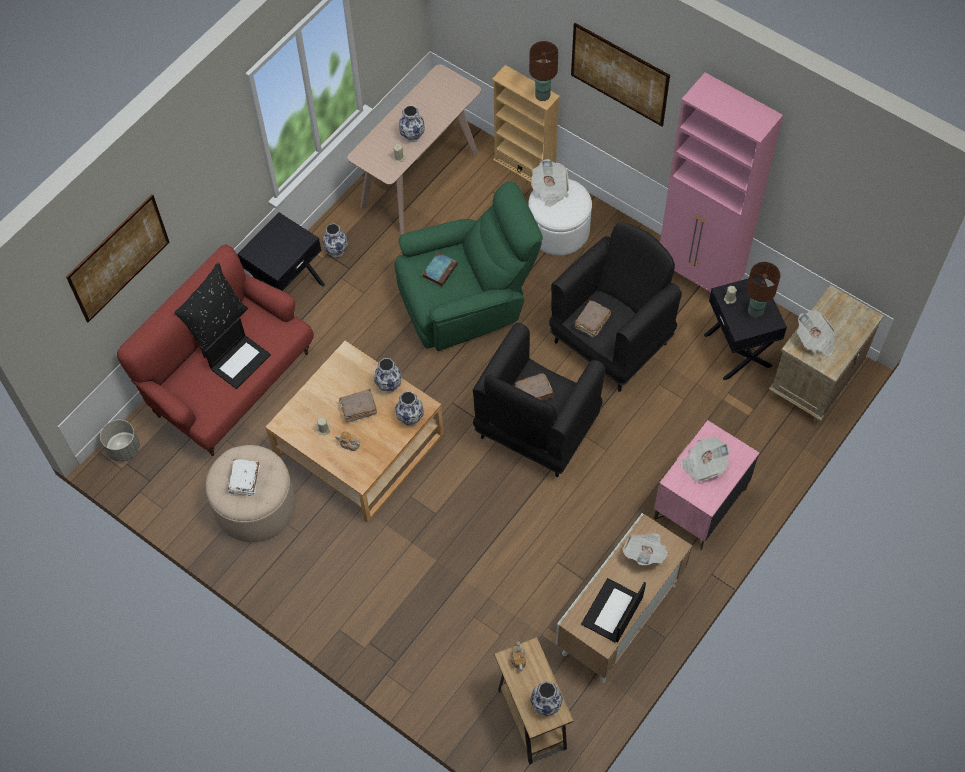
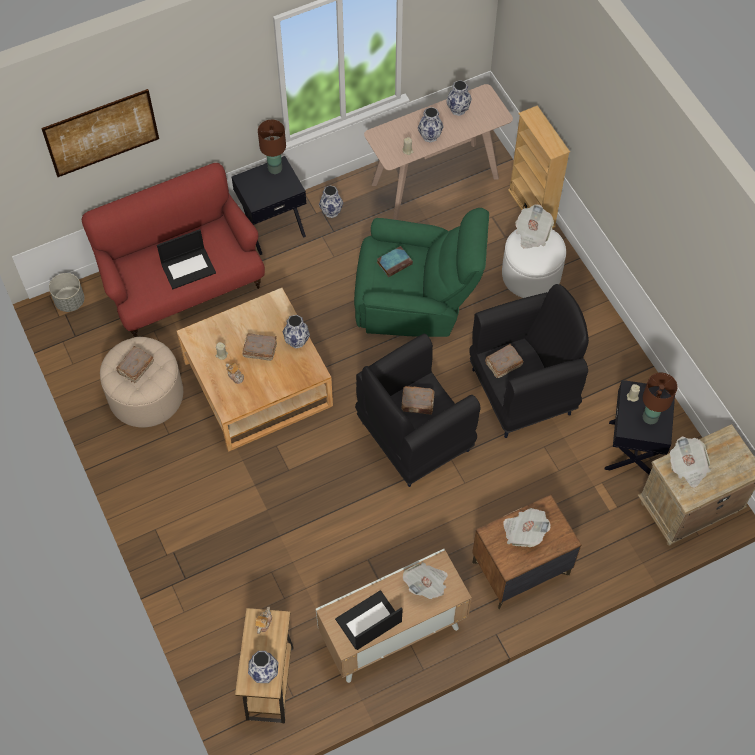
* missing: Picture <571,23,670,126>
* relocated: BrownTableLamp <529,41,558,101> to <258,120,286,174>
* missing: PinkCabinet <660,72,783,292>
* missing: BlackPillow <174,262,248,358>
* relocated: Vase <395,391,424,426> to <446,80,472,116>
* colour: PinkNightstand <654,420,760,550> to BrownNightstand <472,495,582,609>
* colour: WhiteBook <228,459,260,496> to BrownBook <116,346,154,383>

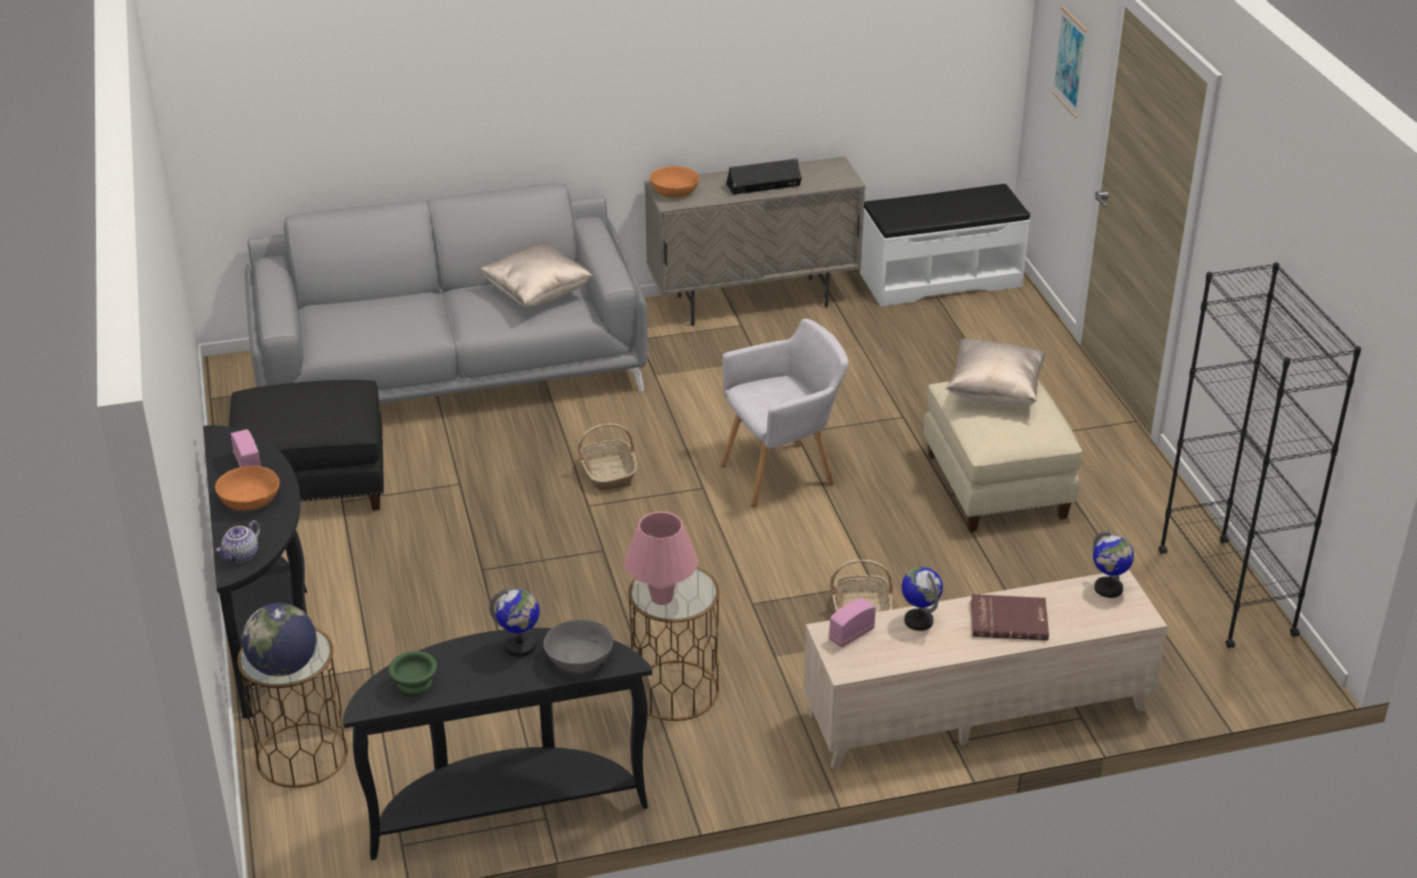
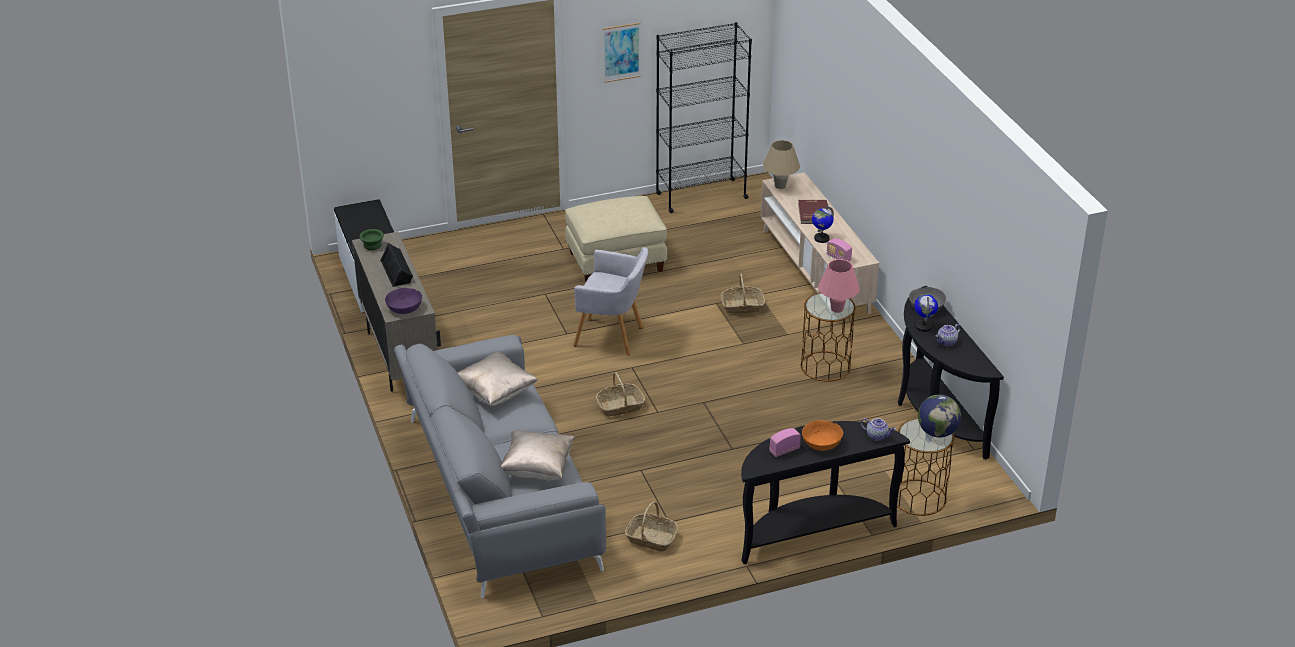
* relocated: Picture <1051,6,1088,118> to <603,22,641,83>
* colour: OrangeBowl <650,166,700,198> to PurpleBowl <385,288,422,314>
* spun: GreyArmchair <721,319,849,507> = <573,247,648,355> 135 degrees clockwise
* relocated: BeigePillow <945,338,1046,406> to <501,430,575,480>
* exchanged: BlackOttoman <229,380,384,511> to Basket <625,501,678,552>
* exchanged: Globe <1093,531,1134,598> to BeigeTableLamp <763,140,800,189>
* relocated: GreenBowl <389,651,437,697> to <360,229,384,250>
* appeared: Teapot <936,324,961,346>

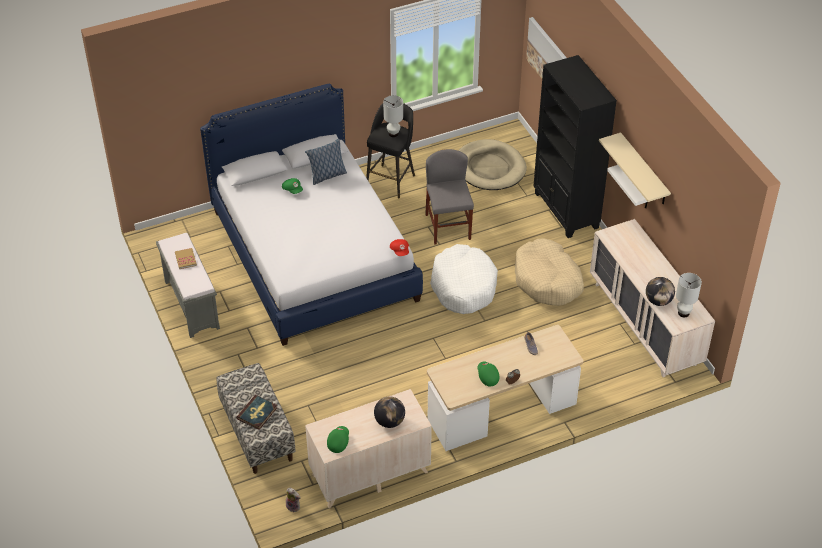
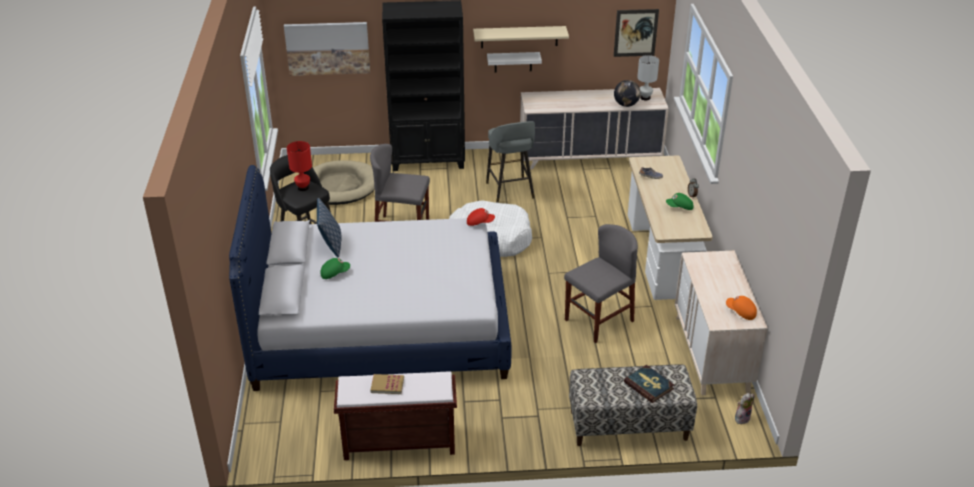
* colour: WhiteTableLamp <383,95,403,137> to RedTableLamp <287,141,312,191>
* colour: GreyBench <156,233,220,338> to BrownBench <334,371,457,460>
* exchanged: BeigeDogBed <515,238,584,306> to GreyStool <486,121,535,203>
* missing: Globe <374,397,405,428>
* colour: GreenCap <327,426,349,453> to OrangeCap <726,296,757,320>
* appeared: Picture <614,9,659,57>
* appeared: GreyChair <564,224,638,343>

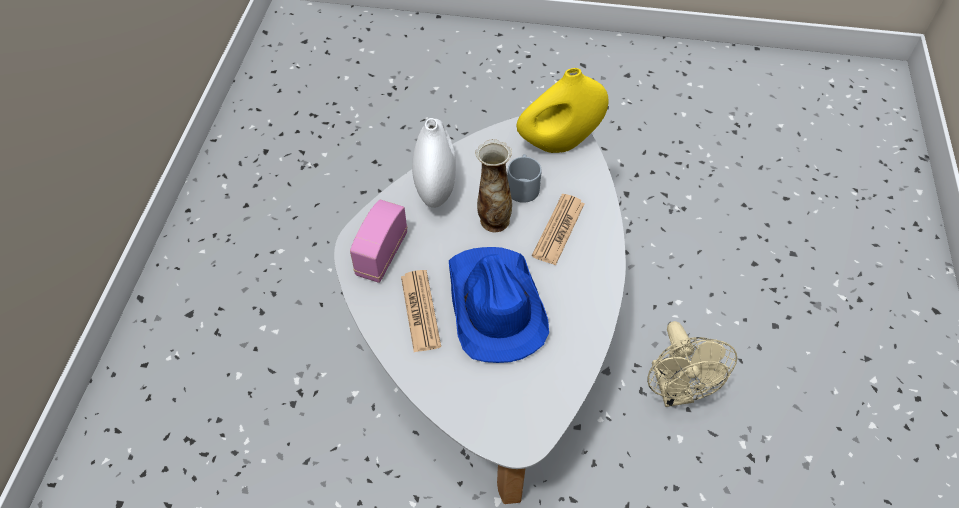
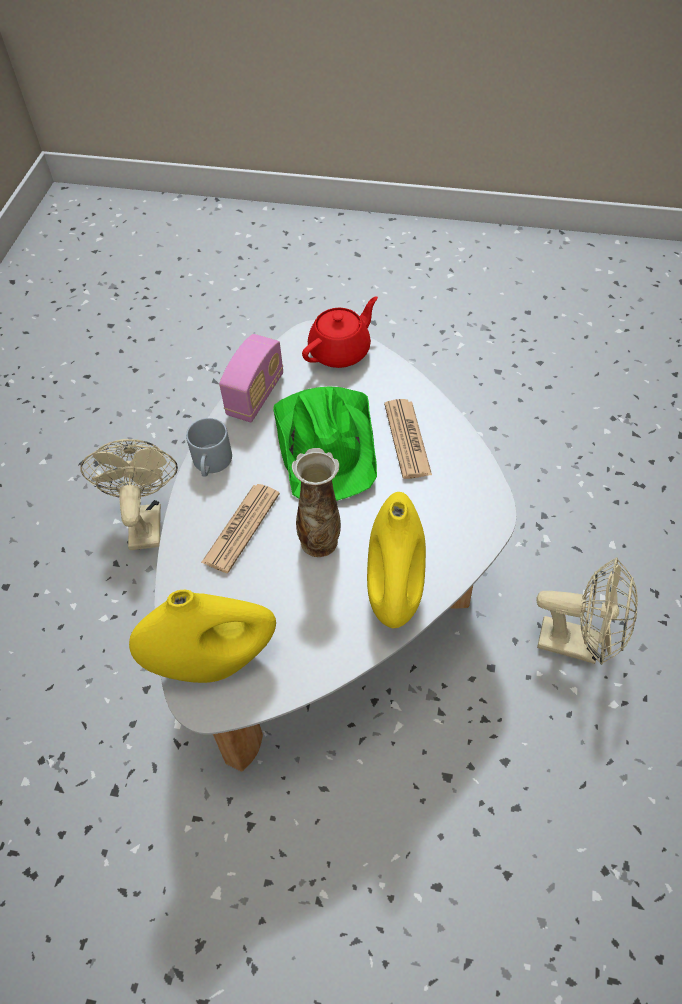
* colour: WhiteVase <412,118,456,208> to YellowVase <367,492,426,628>
* relocated: GreyMug <507,154,542,203> to <186,418,232,477>
* relocated: Radio <350,200,407,283> to <219,334,283,422>
* colour: BlueHat <449,247,549,363> to GreenHat <273,386,377,501>
* appeared: RedTeapot <302,296,378,368>
* appeared: BeigeFan <536,557,638,665>

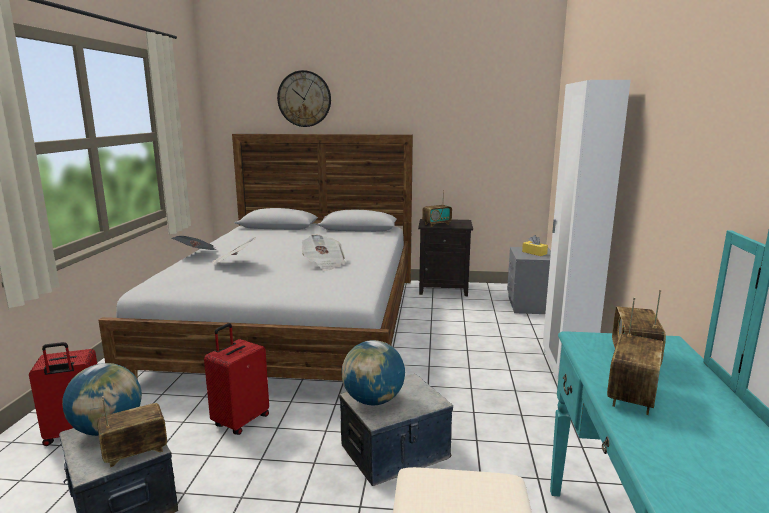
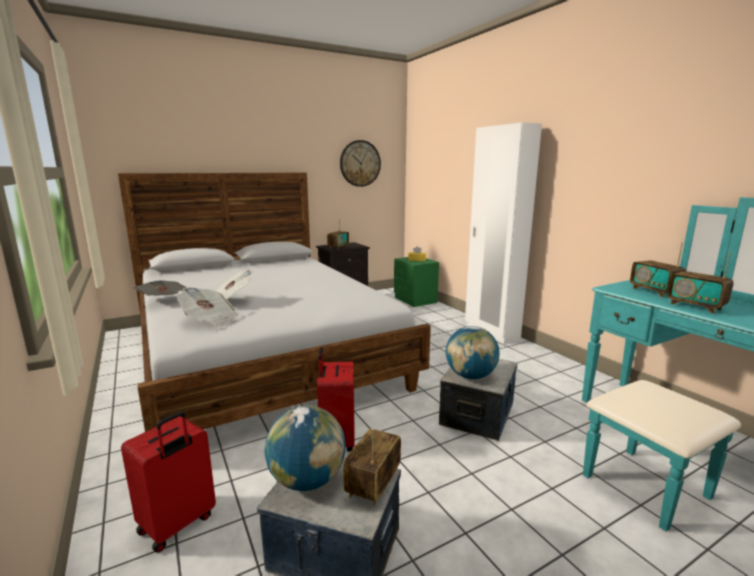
* relocated: WallClock <277,70,331,127> to <340,140,381,187>
* relocated: Newspaper <302,234,346,271> to <177,287,238,328>
* colour: GreyNightstand <507,247,551,314> to GreenNightstand <394,257,439,307>
* spun: Radio <607,297,663,415> = <667,251,734,314> 150 degrees clockwise

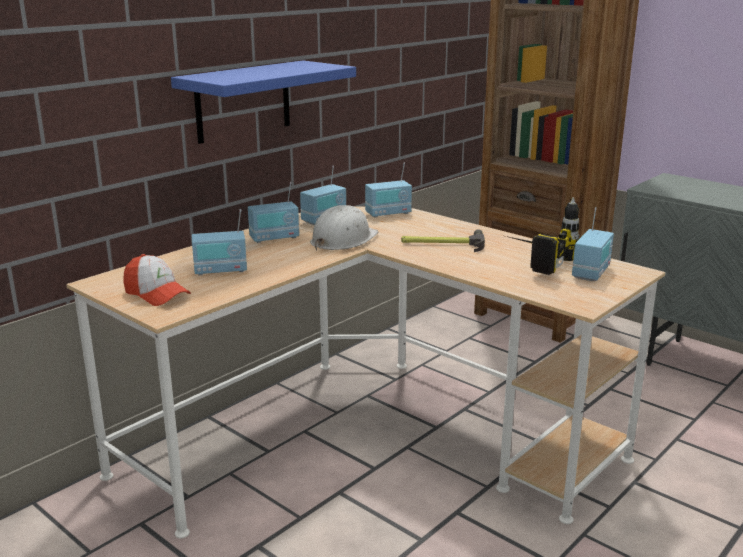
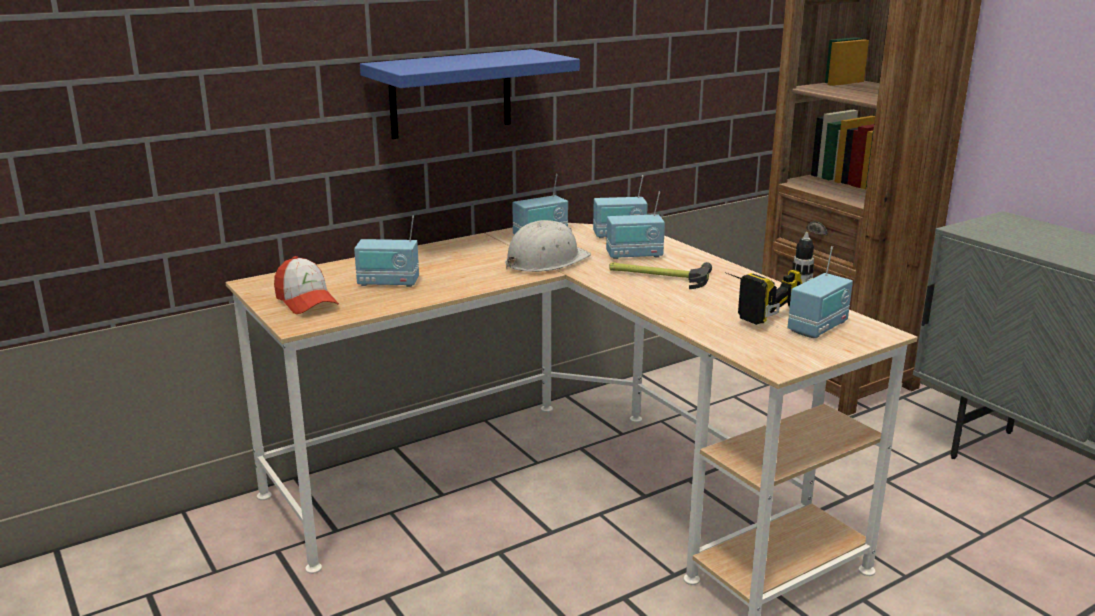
* relocated: Radio <248,182,299,243> to <606,192,665,259>

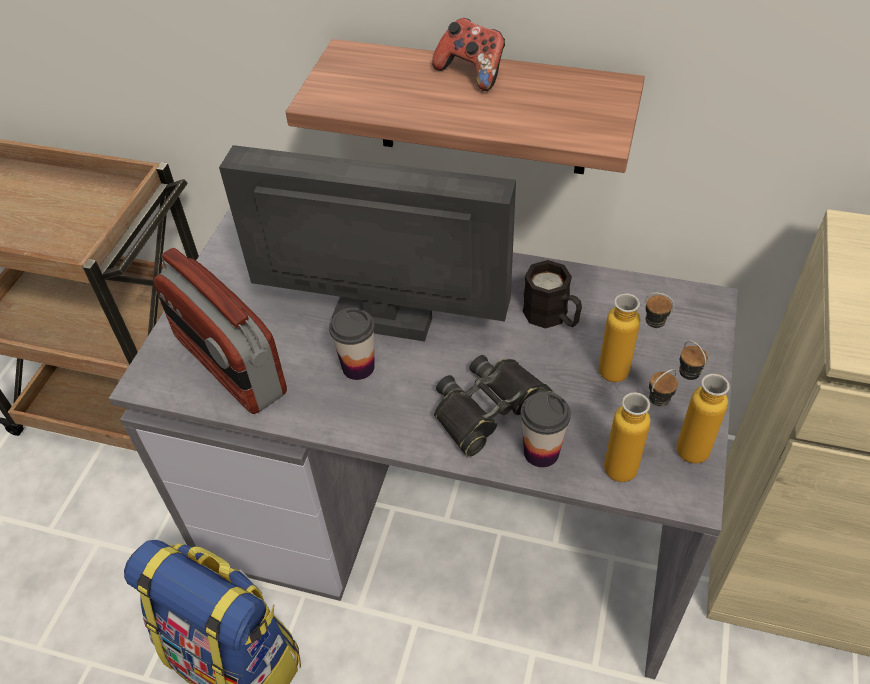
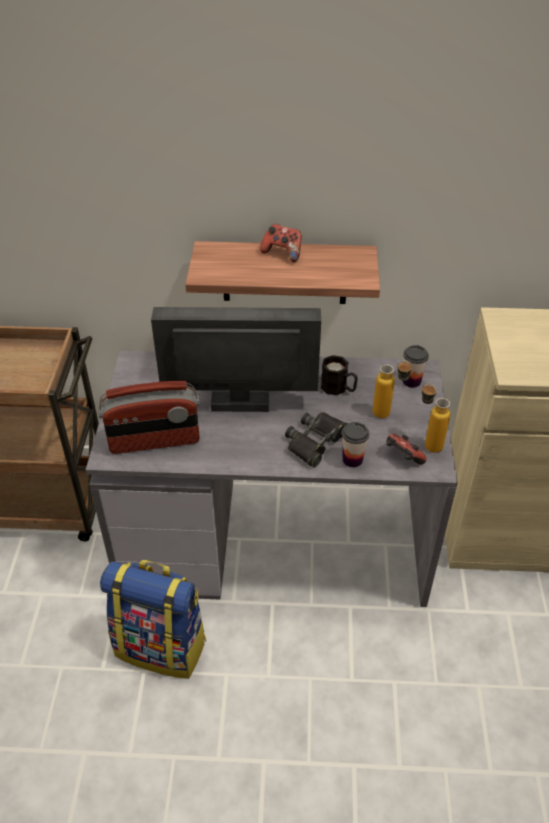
* spun: Radio <153,248,287,414> = <98,381,200,454> 45 degrees counterclockwise
* relocated: Cup <329,308,375,380> to <403,345,429,388>
* exchanged: Bottle <604,369,678,482> to GameController <386,433,426,464>

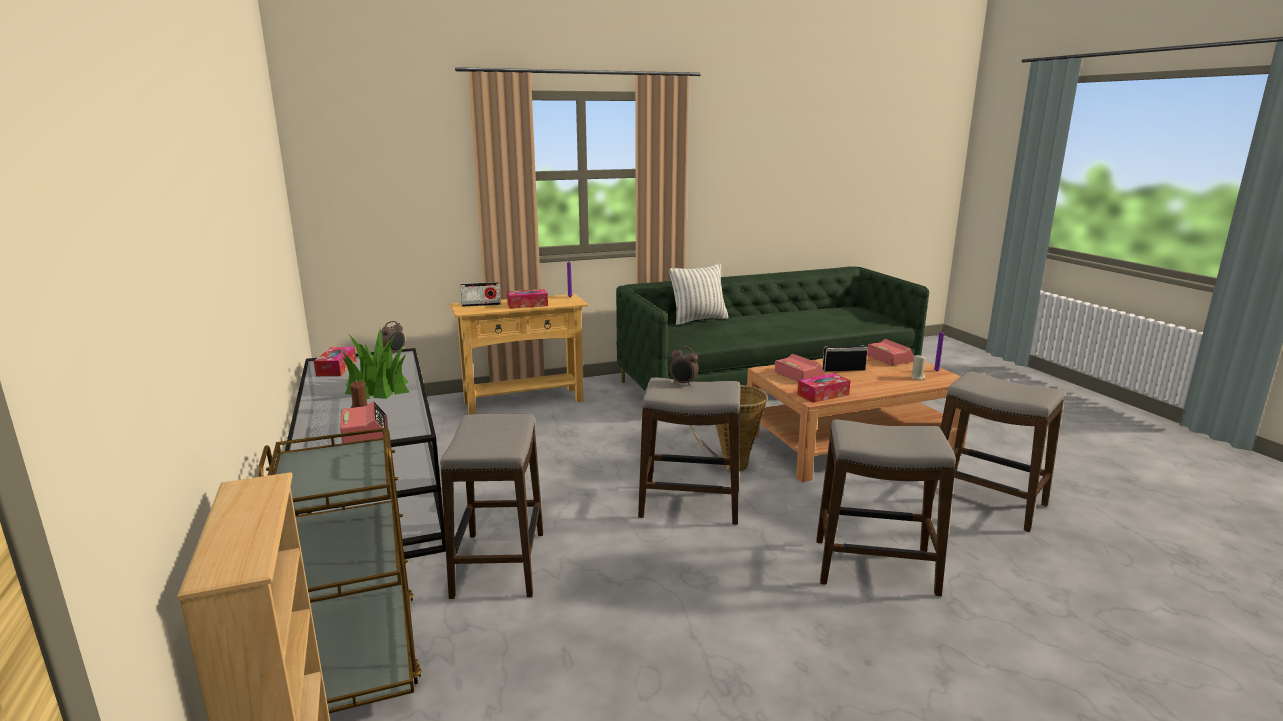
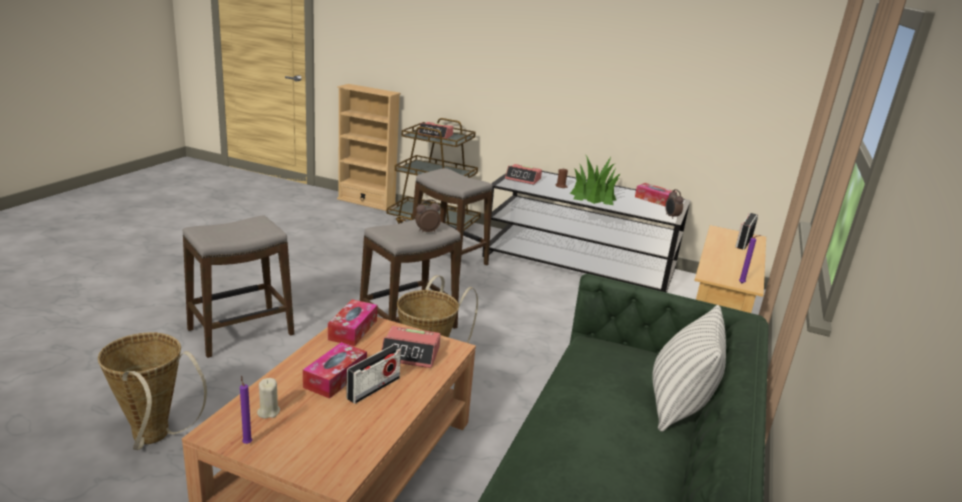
* relocated: TissueBox <507,289,548,309> to <303,342,367,399>
* relocated: AlarmClock <867,339,914,365> to <418,122,453,139>
* exchanged: Stool <933,371,1065,532> to Basket <98,332,207,450>

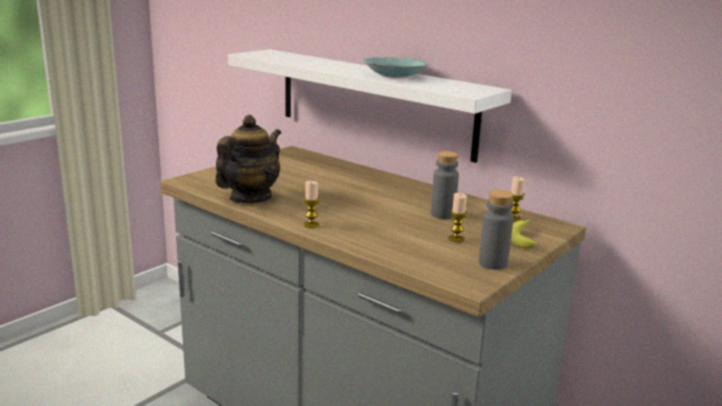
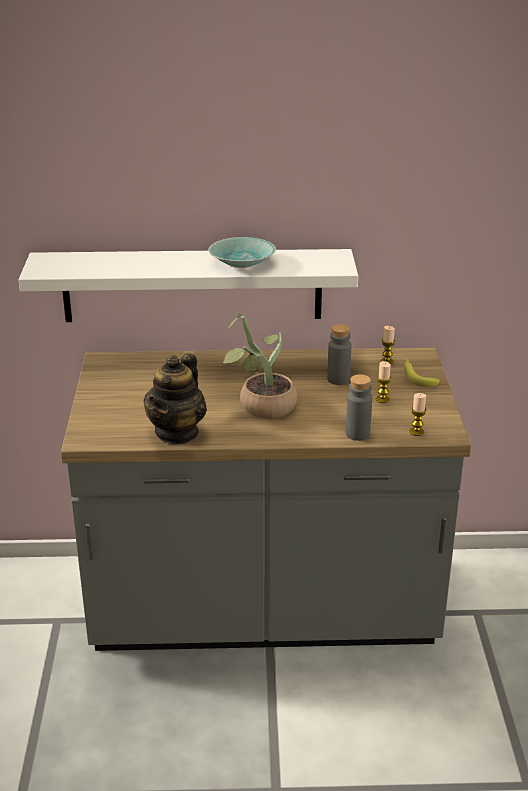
* spun: Teapot <215,115,281,203> = <144,353,207,444> 150 degrees counterclockwise
* relocated: Candle <304,181,320,228> to <410,393,426,436>
* relocated: GreyBottle <479,190,513,270> to <346,374,372,441>
* appeared: PottedPlant <222,313,297,419>

